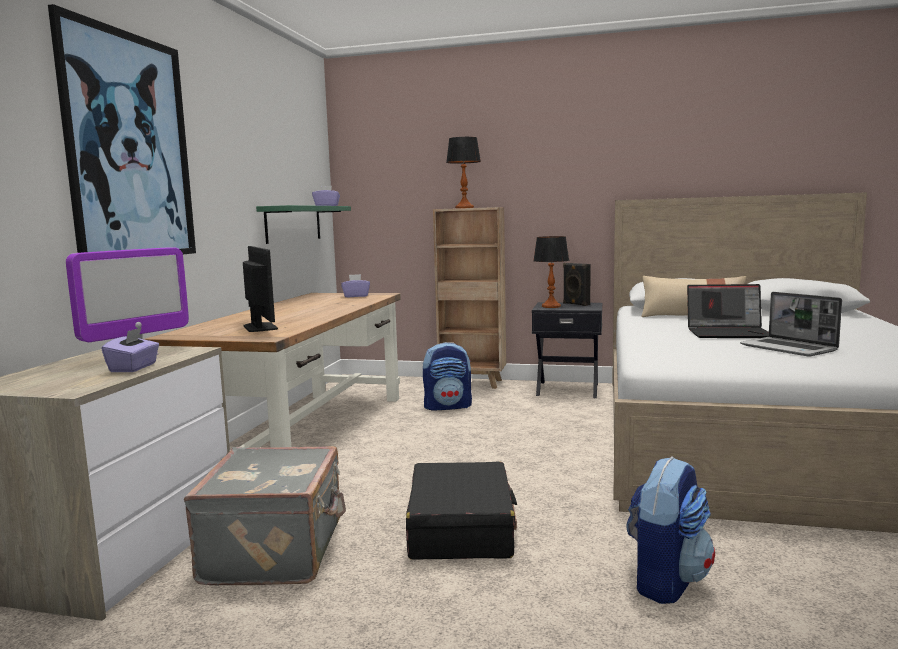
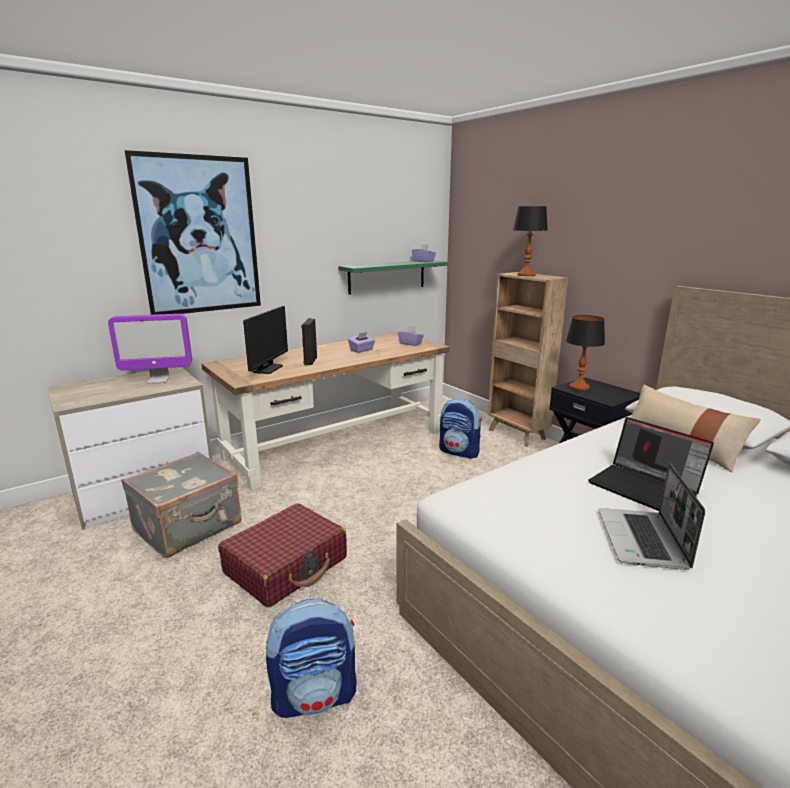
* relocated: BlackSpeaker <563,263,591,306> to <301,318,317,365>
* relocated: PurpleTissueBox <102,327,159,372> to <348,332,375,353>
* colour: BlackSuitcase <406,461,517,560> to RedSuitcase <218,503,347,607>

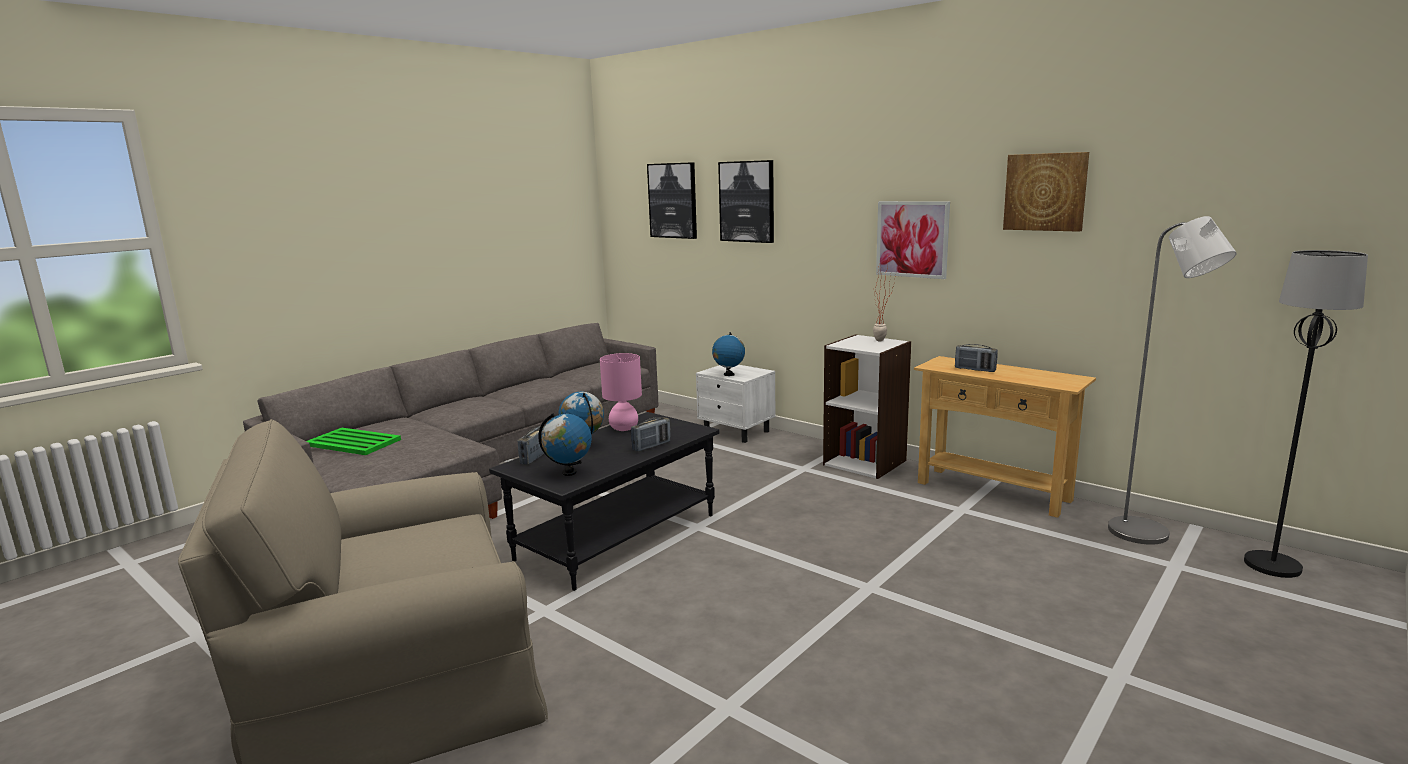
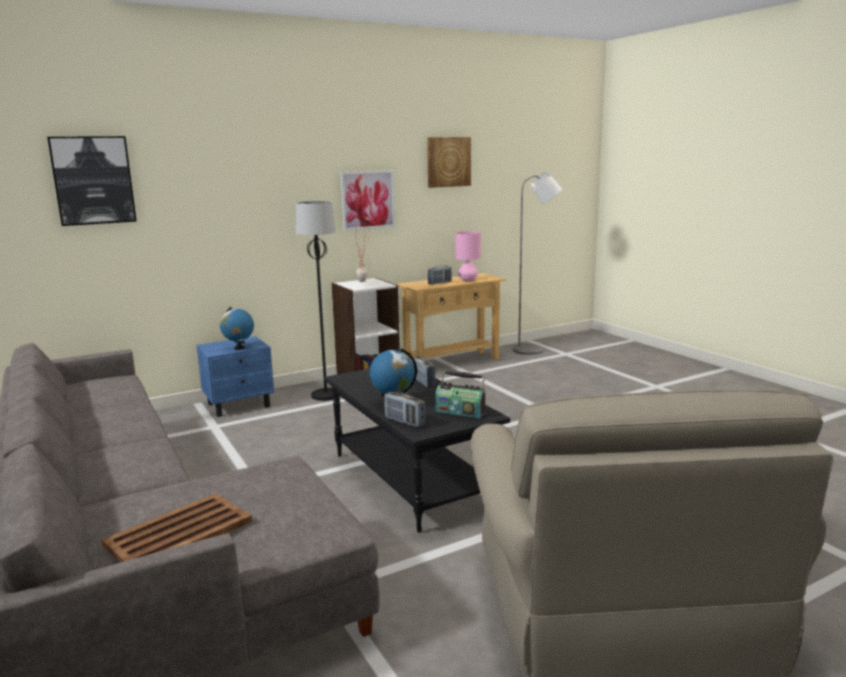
* missing: Picture <718,160,774,243>
* relocated: BlackFloorLamp <1244,250,1368,578> to <296,201,336,401>
* relocated: PinkTableLamp <600,353,642,431> to <455,231,481,281>
* colour: WhiteNightstand <696,365,776,443> to BlueNightstand <196,336,274,417>
* exchanged: Globe <538,413,592,476> to Radio <435,371,485,418>
* colour: GreenTray <307,428,401,455> to BrownTray <101,493,252,562>

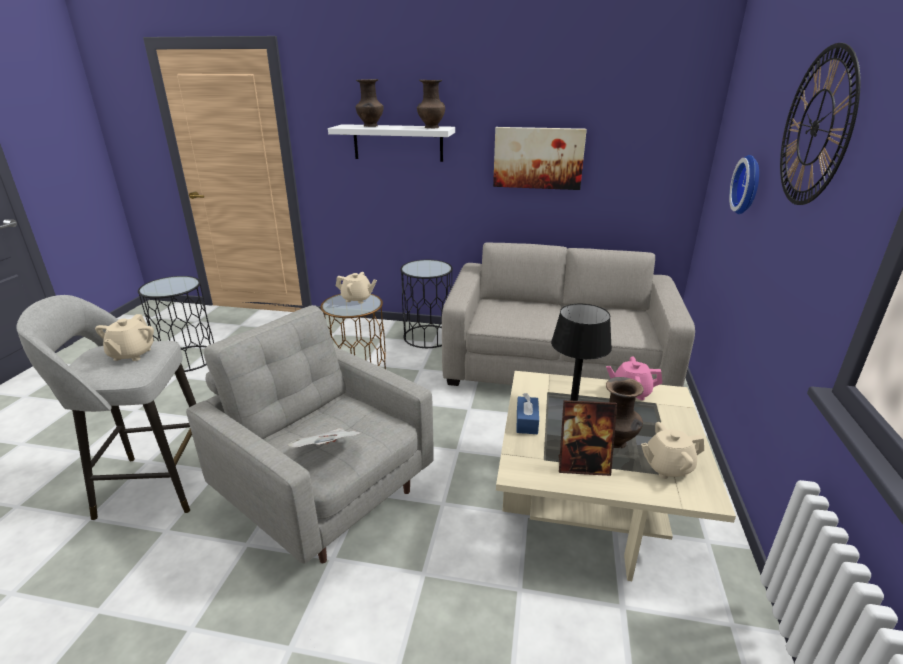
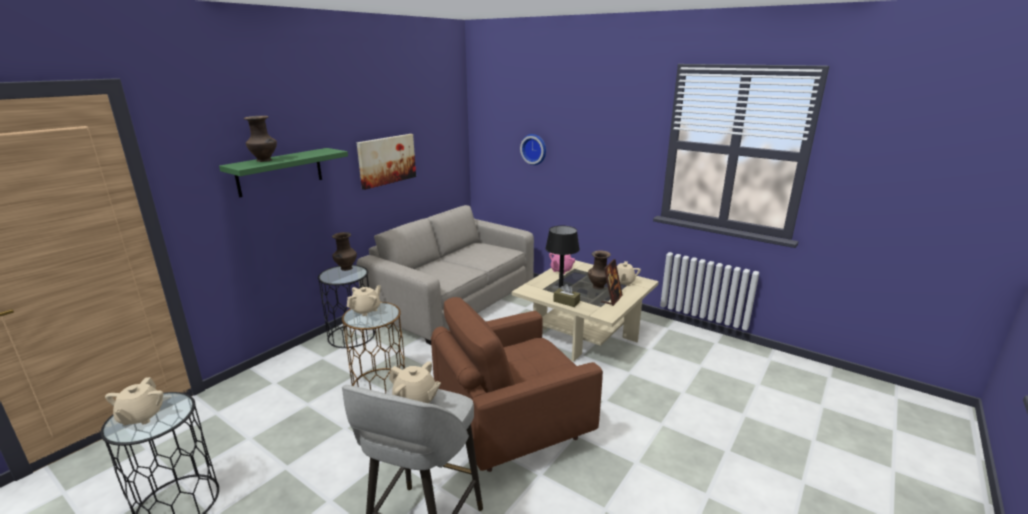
* missing: WallClock <780,43,861,205>
* relocated: BrownVase <417,80,445,128> to <332,232,357,271>
* colour: WhiteShelf <328,124,455,162> to GreenShelf <219,148,348,197>
* colour: GreyArmchair <186,305,434,564> to BrownArmchair <431,297,603,472>
* colour: BlueTissueBox <516,393,539,434> to BrownTissueBox <553,284,580,307>
* missing: Newspaper <288,428,362,447>
* appeared: BeigeTeapot <105,377,163,426>

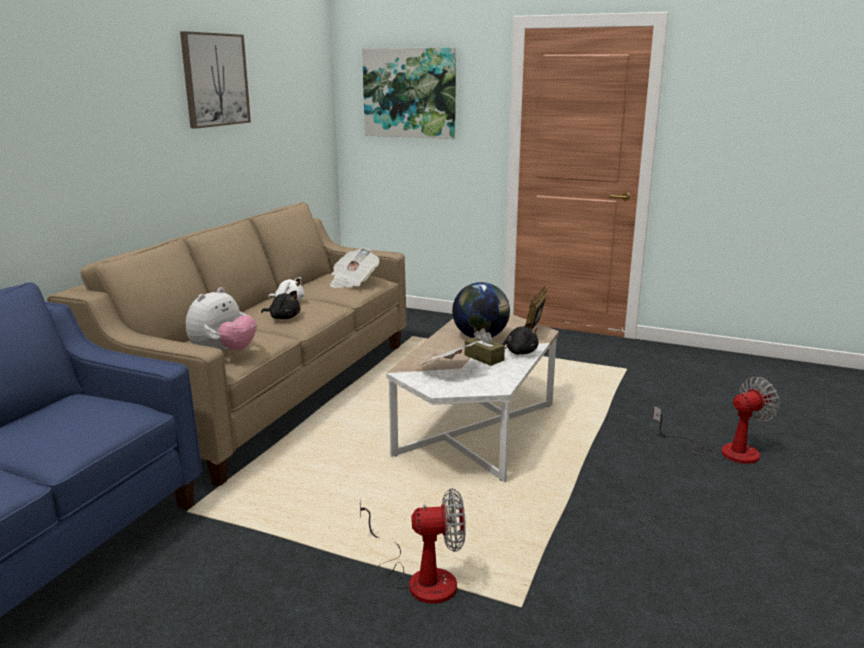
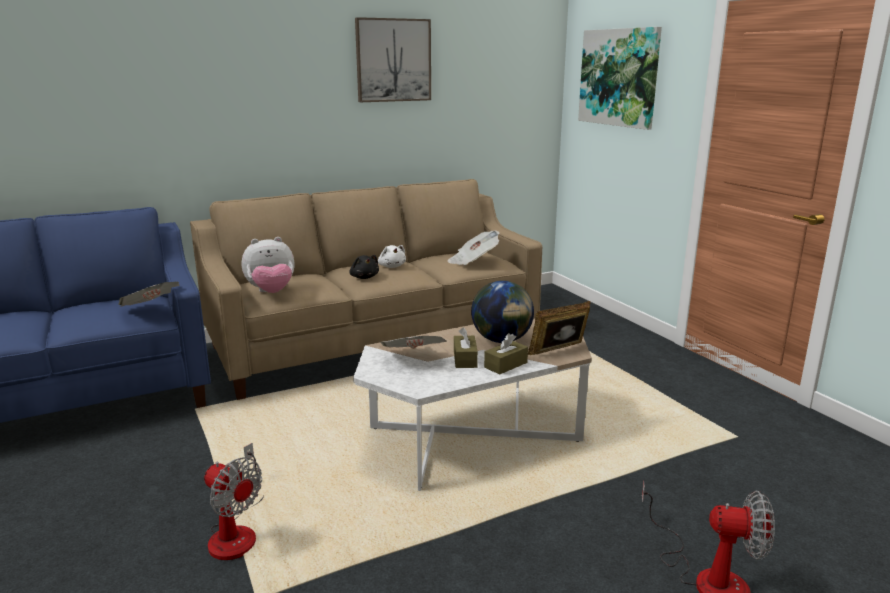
* exchanged: BlackPlushToy <502,323,539,355> to BrownTissueBox <484,333,528,374>
* appeared: Newspaper <118,282,179,306>

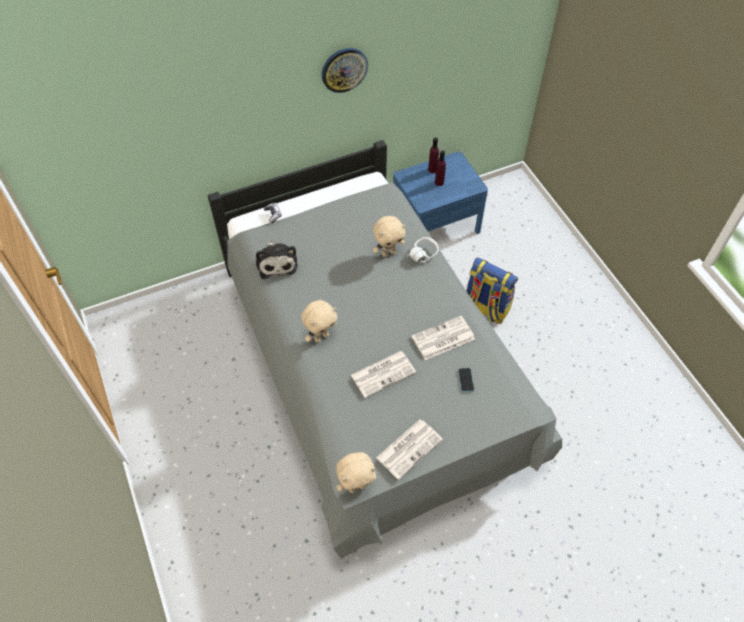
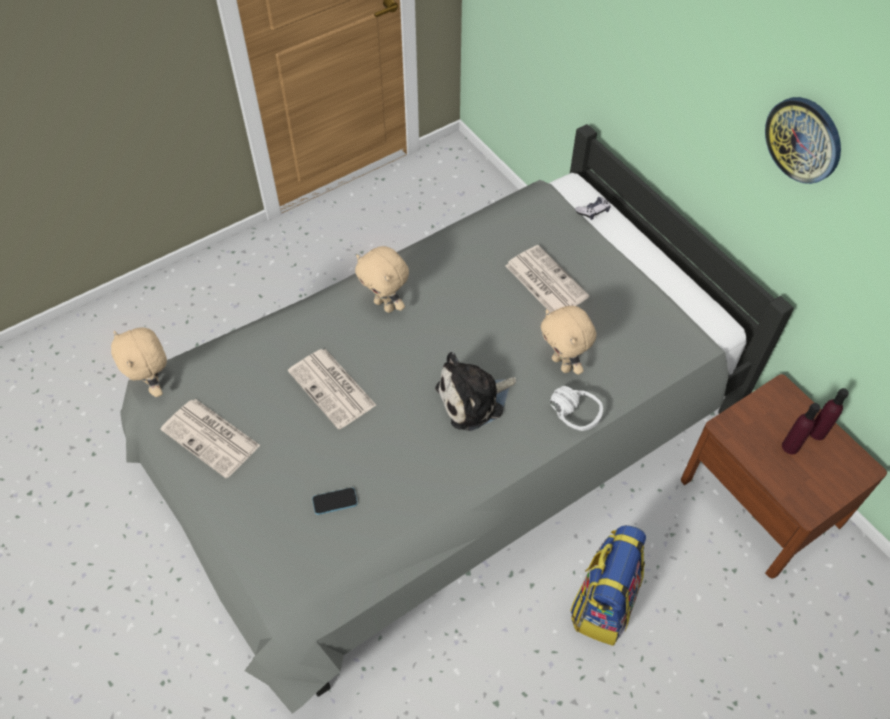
* colour: BlueNightstand <393,151,488,234> to BrownNightstand <681,374,887,578>
* relocated: PlushToy <256,241,298,279> to <435,352,516,431>
* relocated: Newspaper <412,316,475,360> to <505,245,590,313>

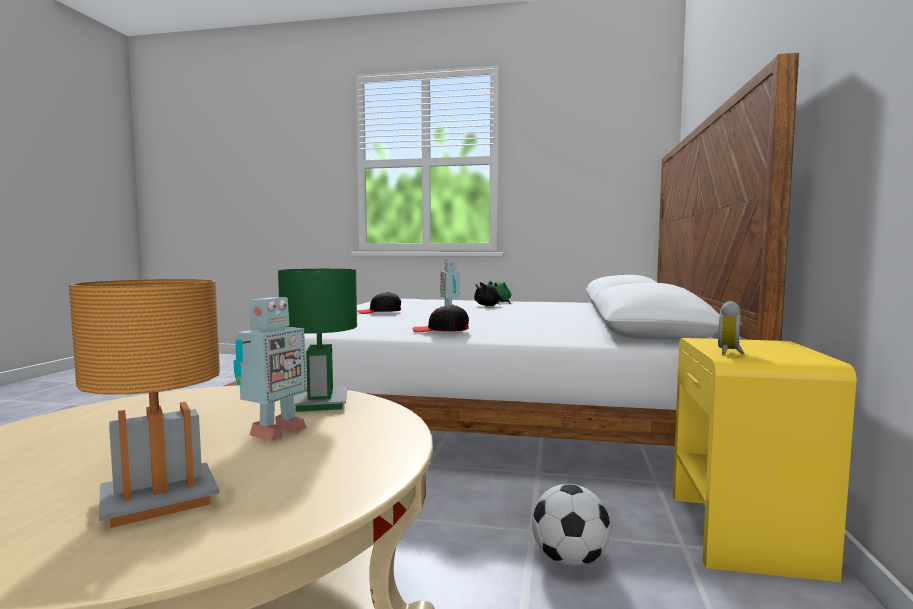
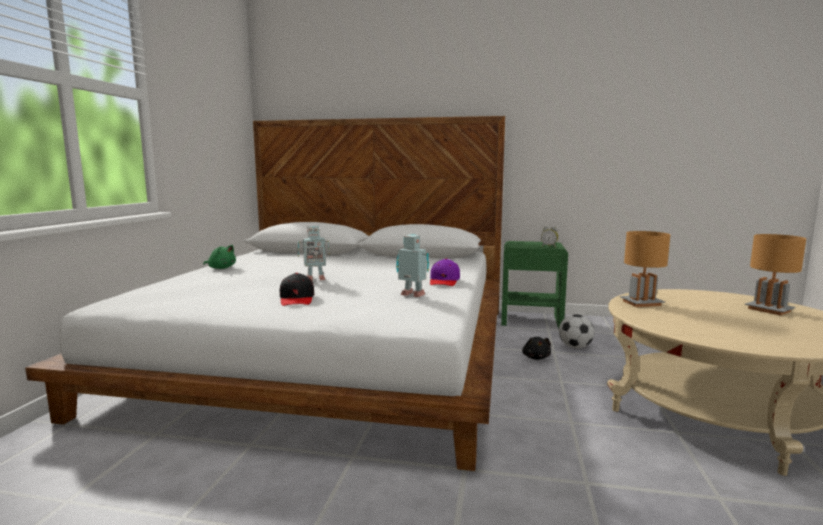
* colour: GreenTableLamp <278,269,357,412> to BrownTableLamp <620,231,670,307>
* relocated: BlackPlushToy <474,282,510,306> to <522,337,551,360>
* relocated: ToyRobot <233,297,307,441> to <396,234,429,297>
* colour: BlackCap <412,304,469,332> to PurpleCap <430,259,460,286>
* colour: YellowNightstand <673,338,857,582> to GreenNightstand <501,241,568,329>

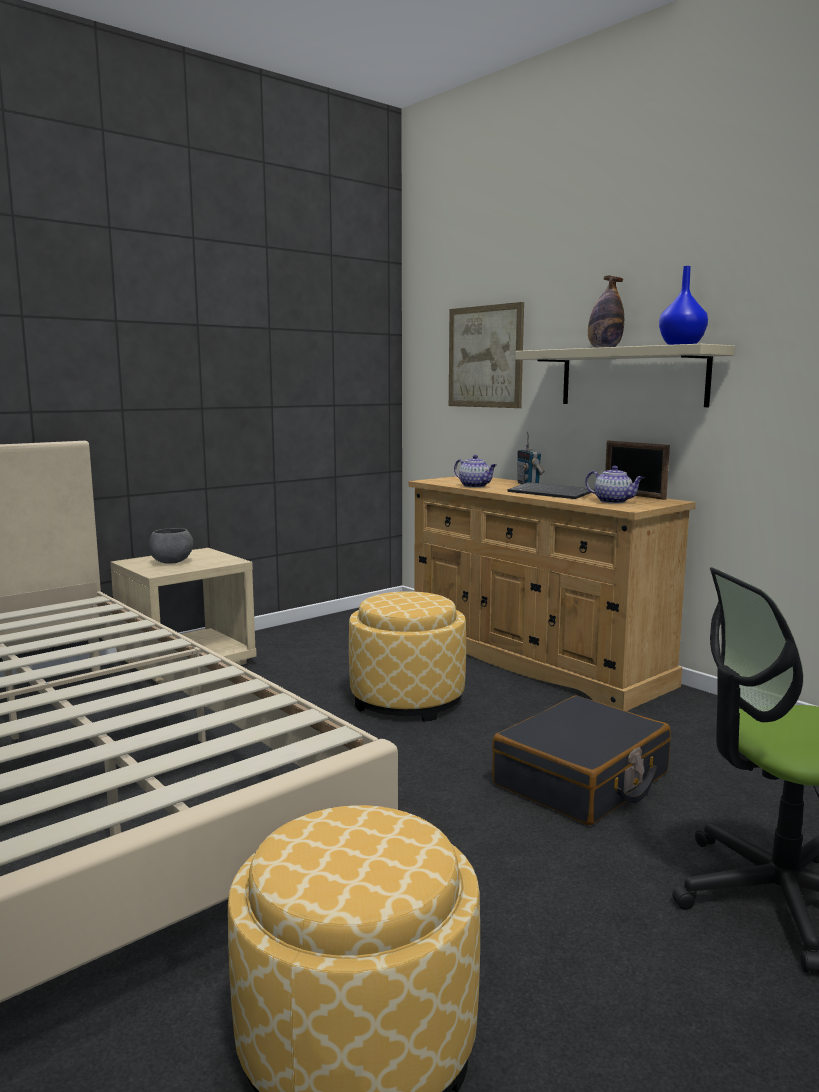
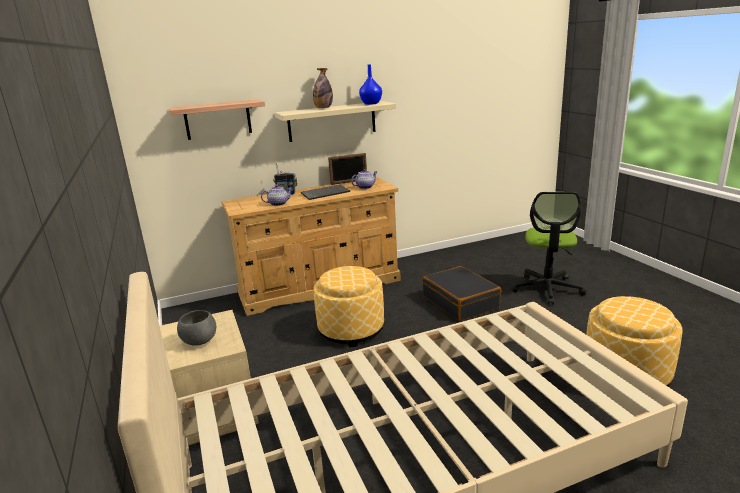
* exchanged: Picture <449,302,524,408> to Shelf <169,99,265,140>

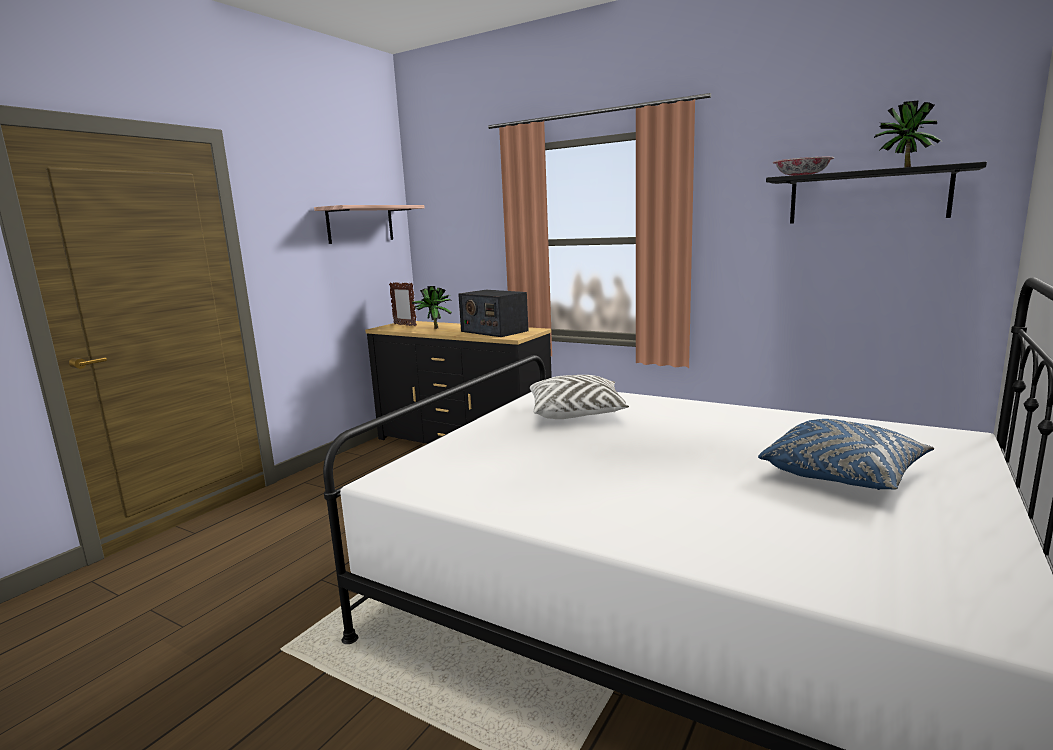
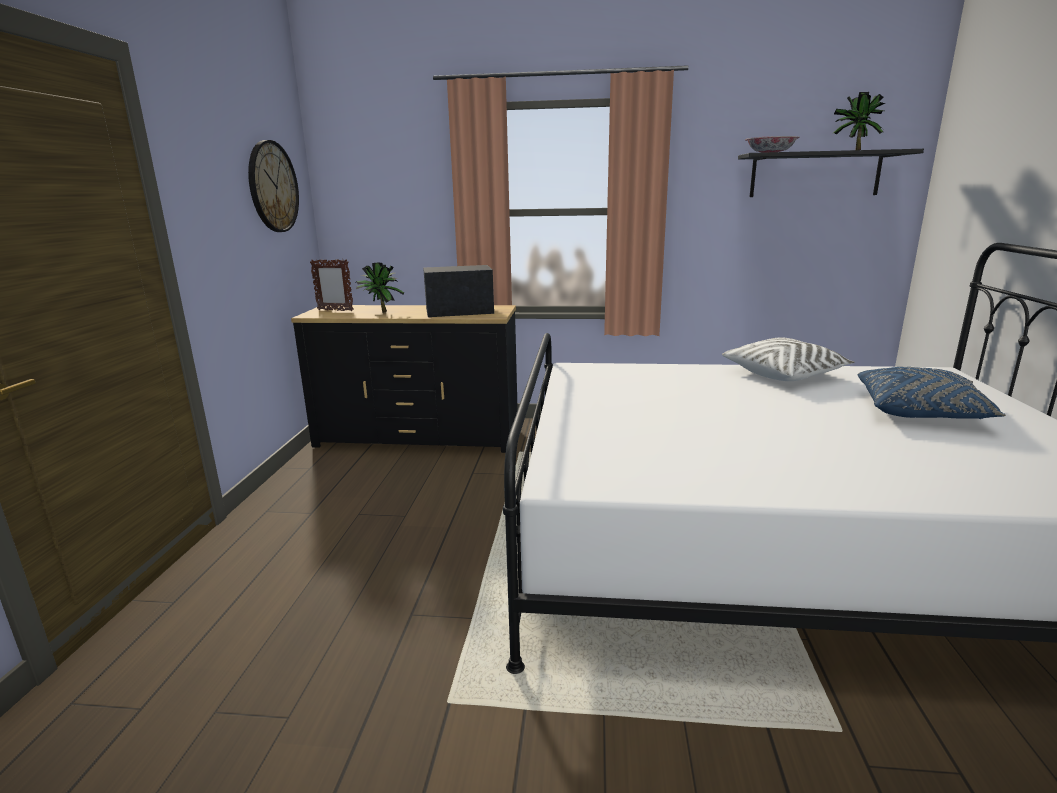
* exchanged: Shelf <314,205,425,244> to WallClock <248,140,299,232>
* spun: Radio <458,290,528,337> = <423,265,494,317> 150 degrees clockwise
* relocated: WhitePillow <530,375,629,419> to <722,338,854,381>

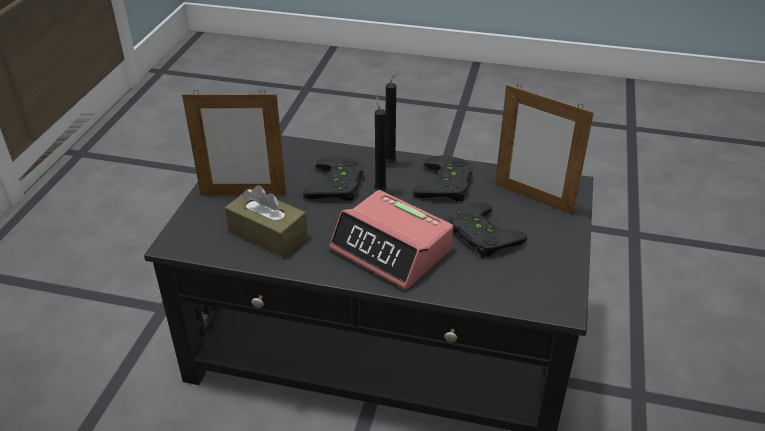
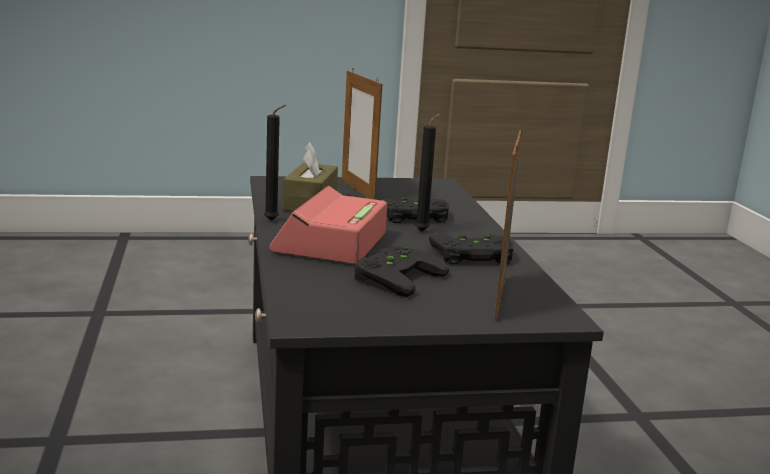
* relocated: BlackCandle <386,71,397,164> to <264,105,286,221>

